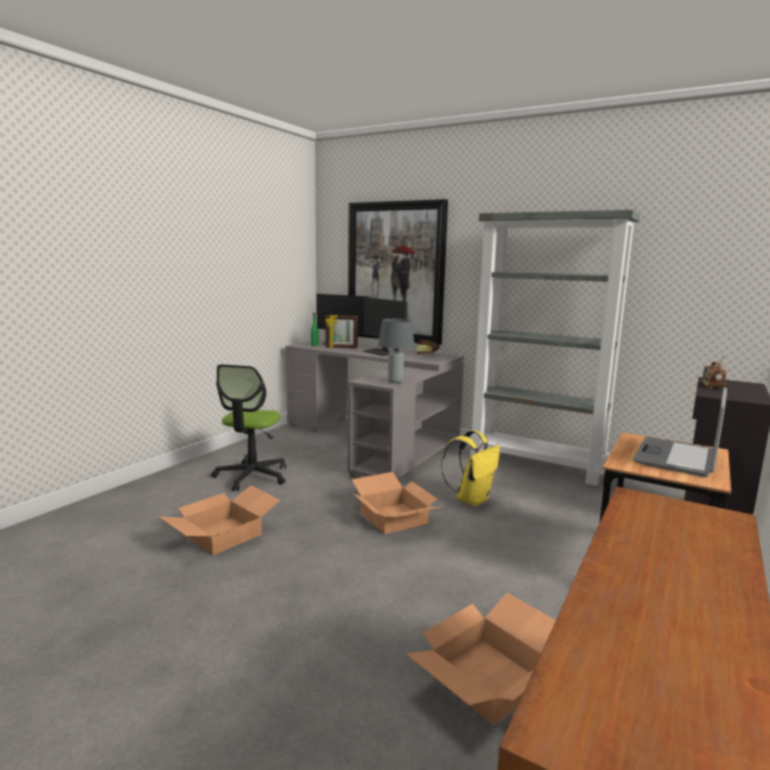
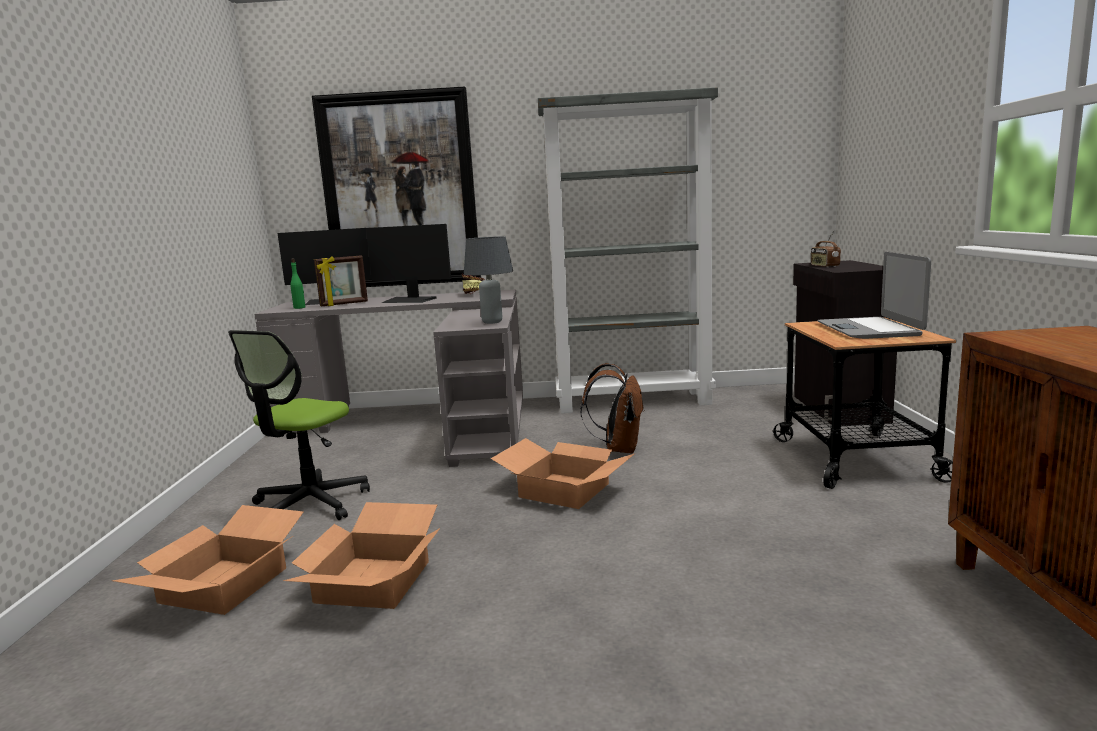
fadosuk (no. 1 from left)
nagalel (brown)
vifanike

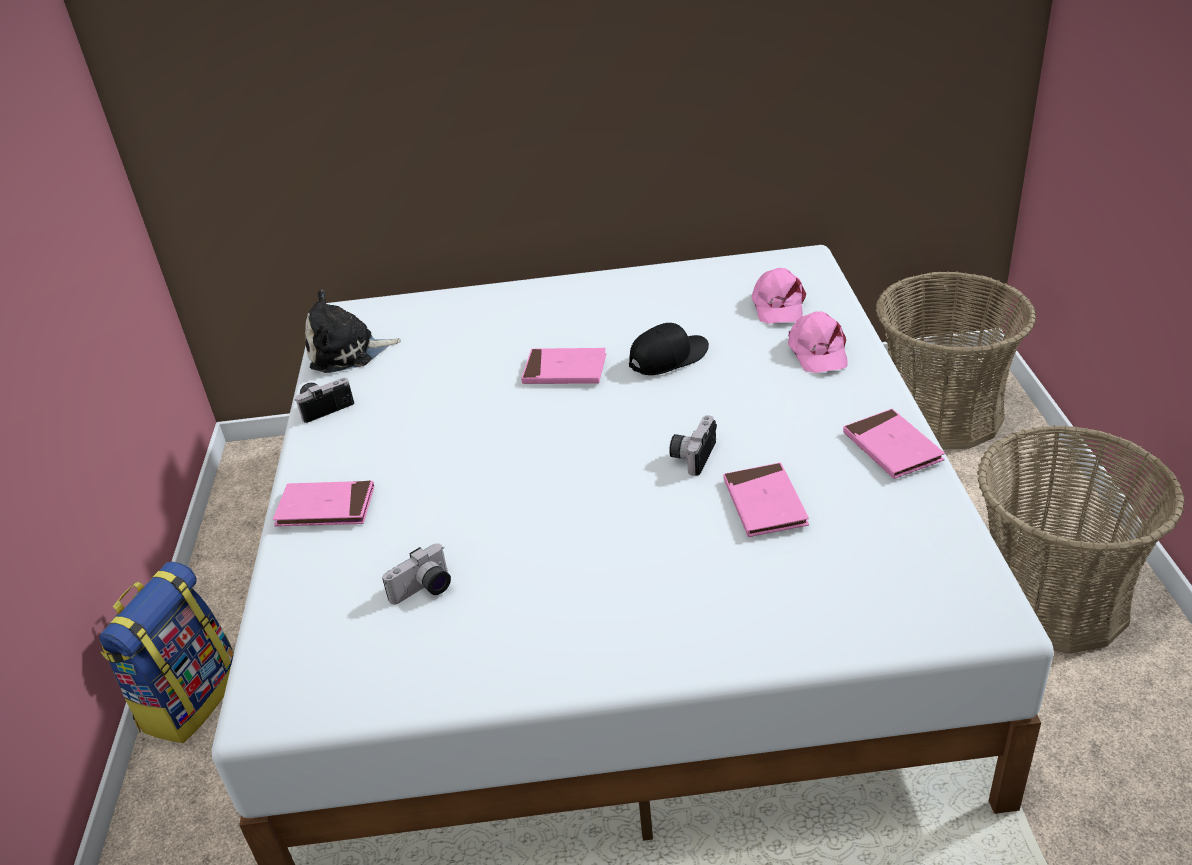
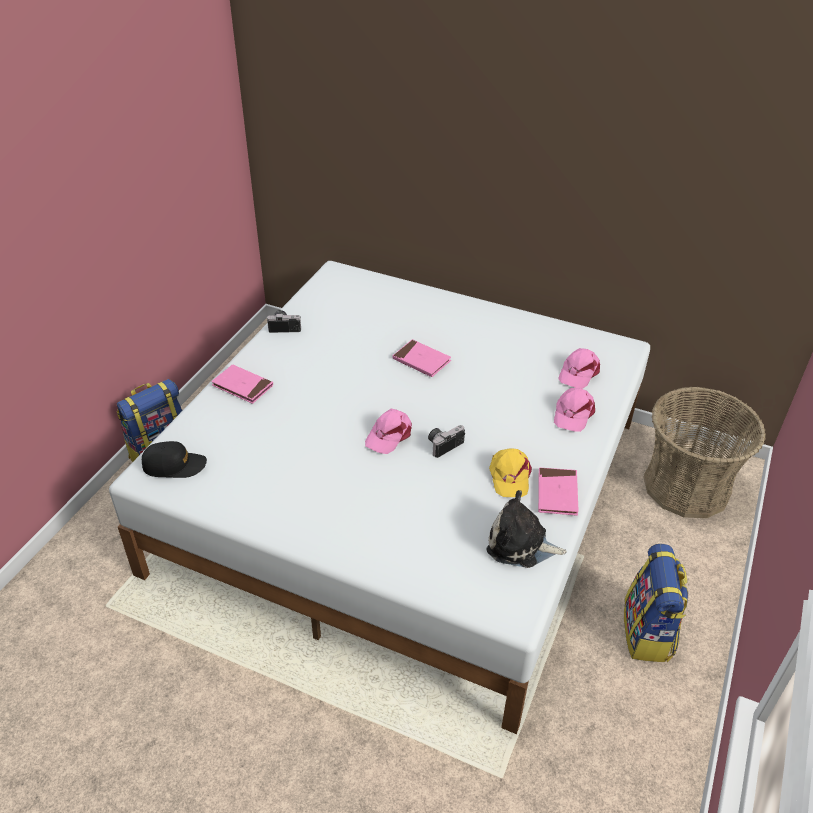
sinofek (no. 2 from left in the first image)
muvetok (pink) (no. 3 from left in the first image)
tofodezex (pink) (no. 1 from left)
tofodezex (yellow)
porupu
tofodezex (black)
nagalel (no. 2 from left)

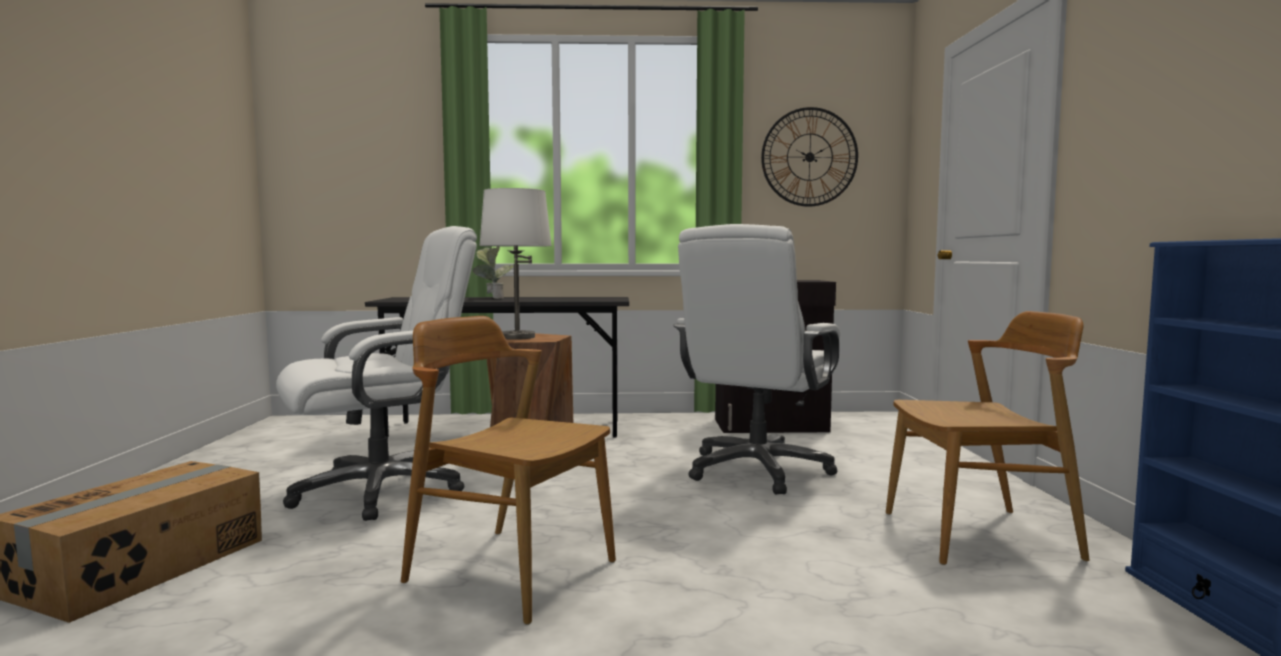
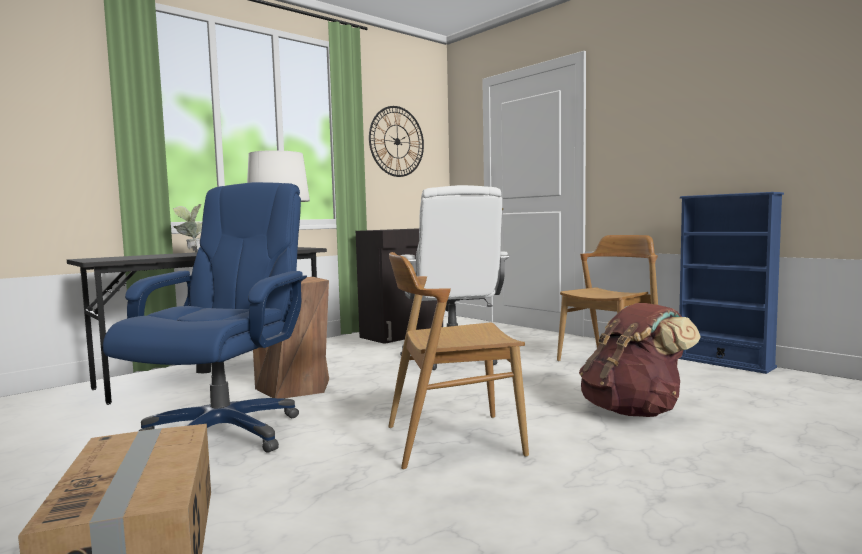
nagalel (brown)
vifanike (blue)

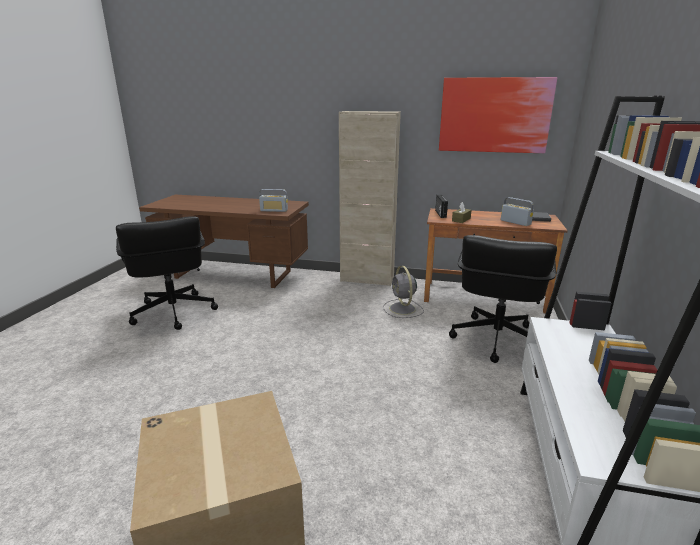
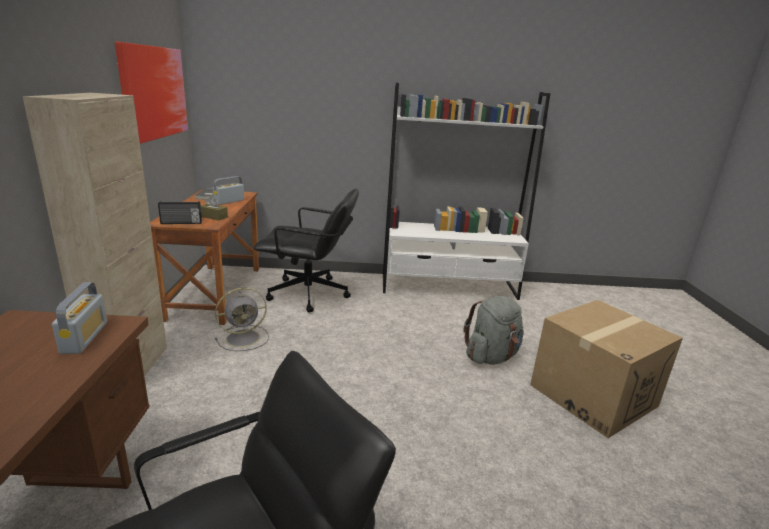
nagalel (grey)

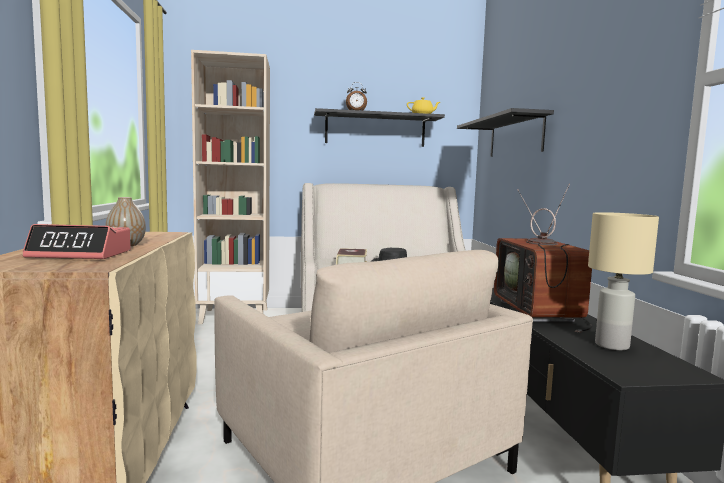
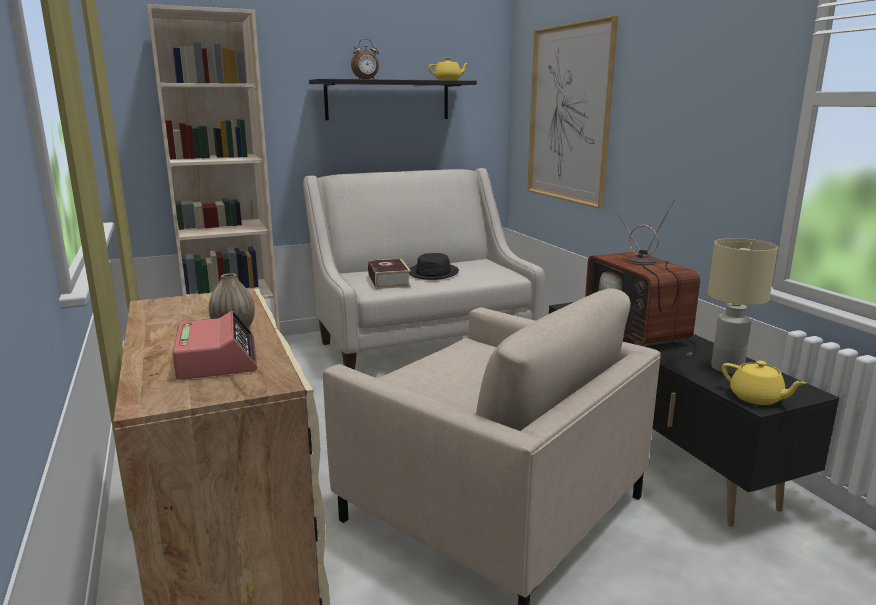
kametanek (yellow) (no. 2 from left)
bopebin
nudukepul (no. 1 from left)

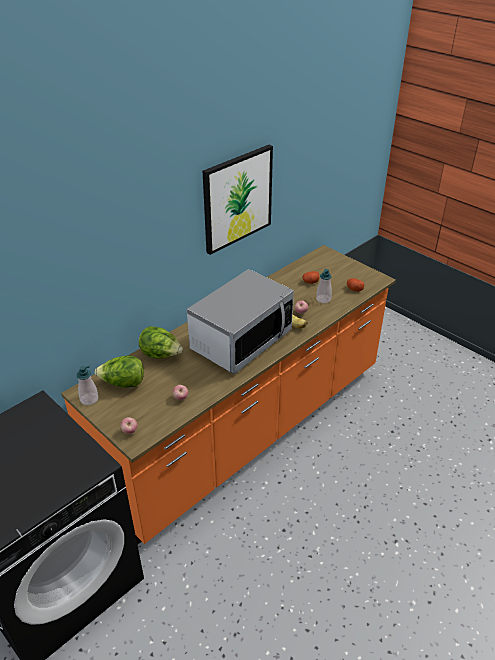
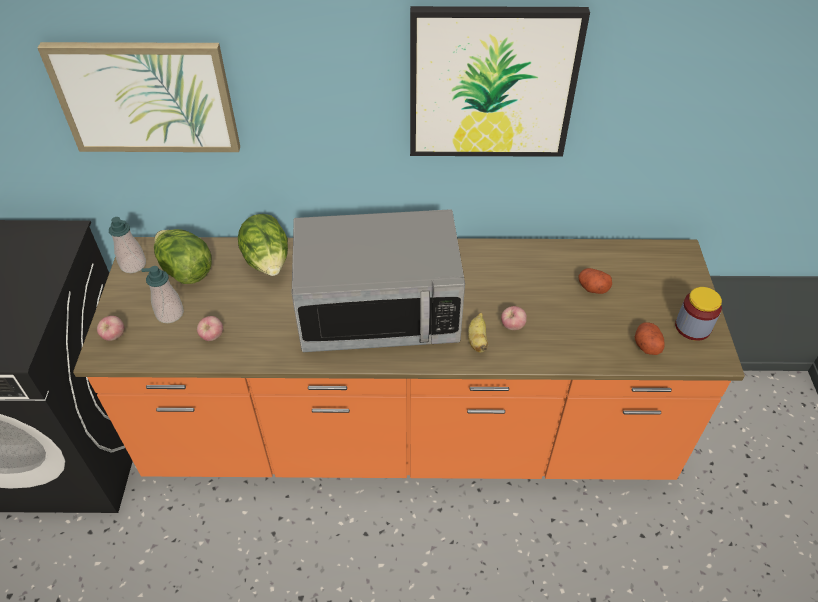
bopebin (no. 1 from left)
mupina
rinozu (no. 2 from left)

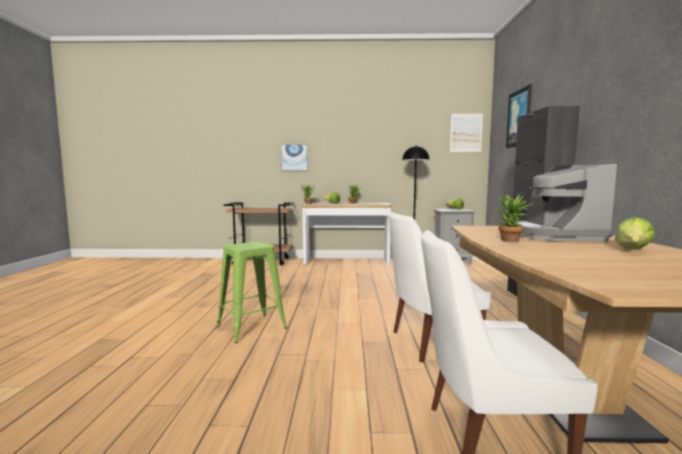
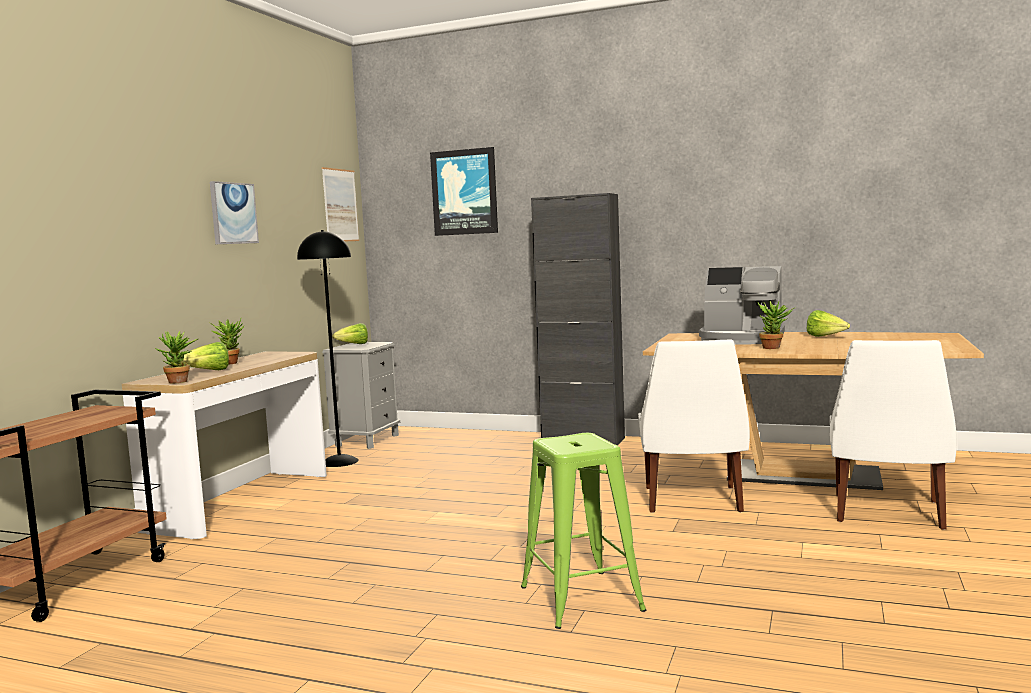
bopebin (no. 1 from left)

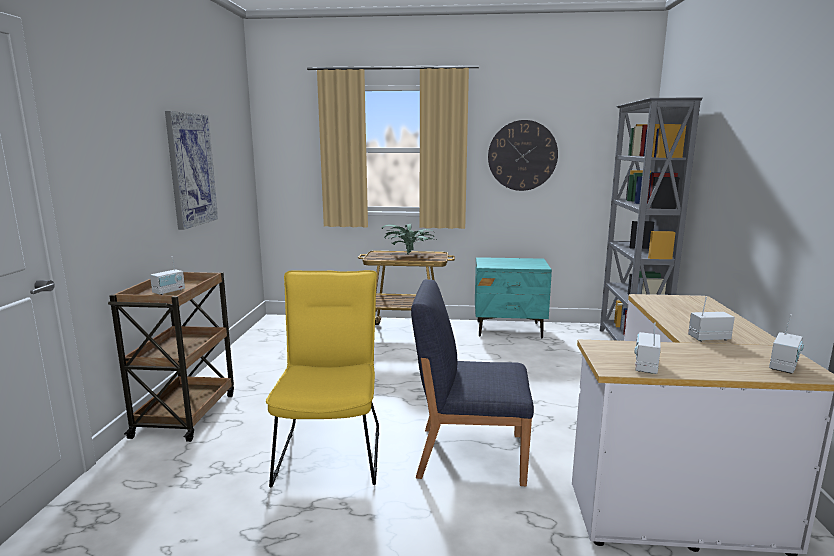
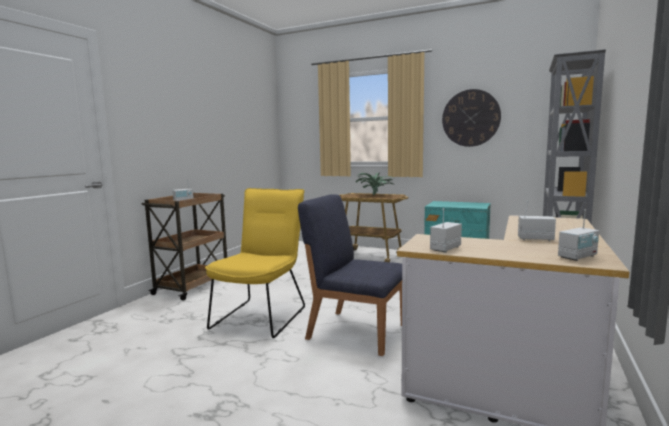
bopebin

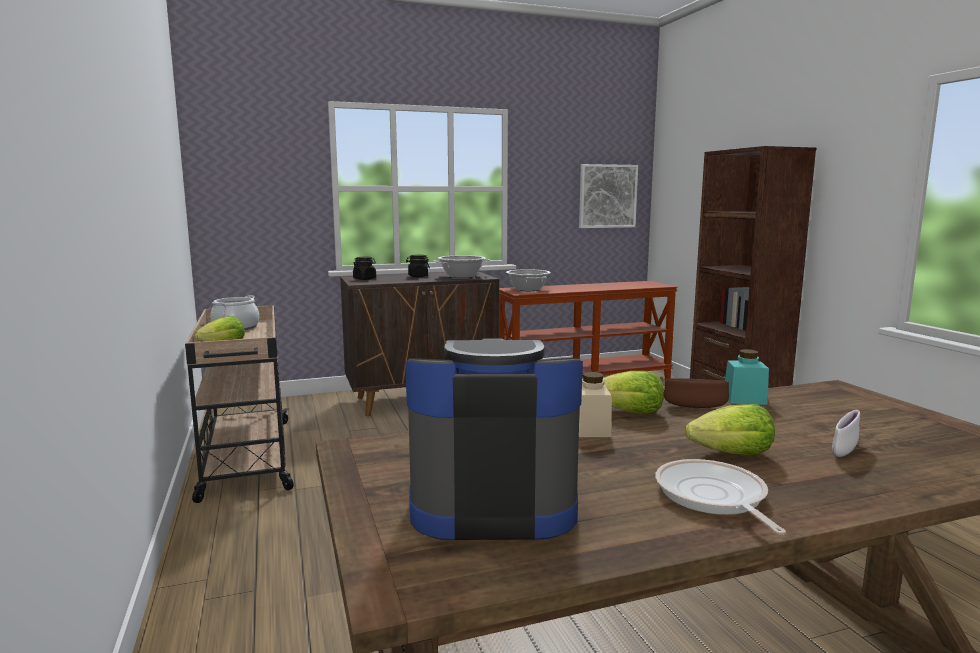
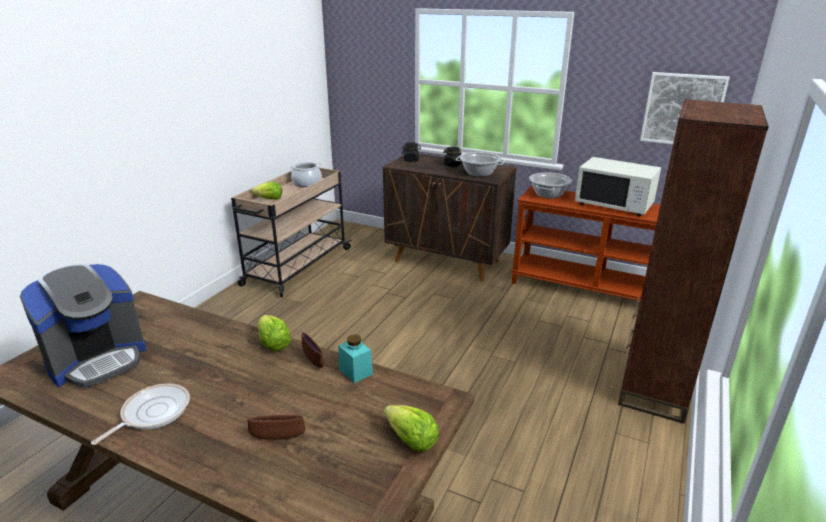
mupina (beige)
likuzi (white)
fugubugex (no. 3 from left)
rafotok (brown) (no. 1 from left)
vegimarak

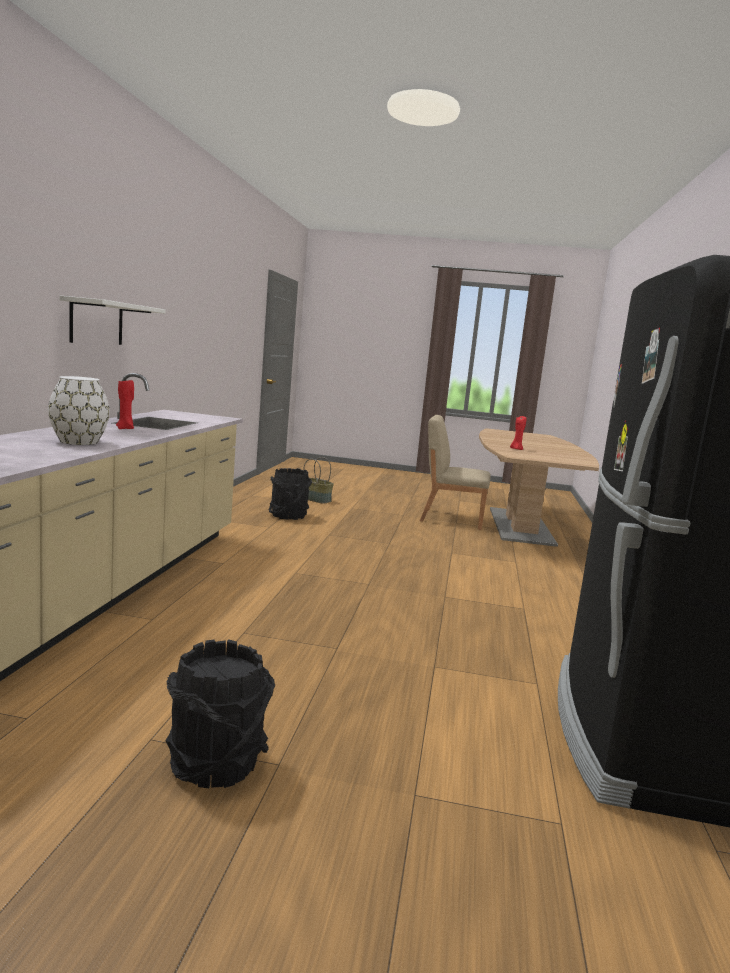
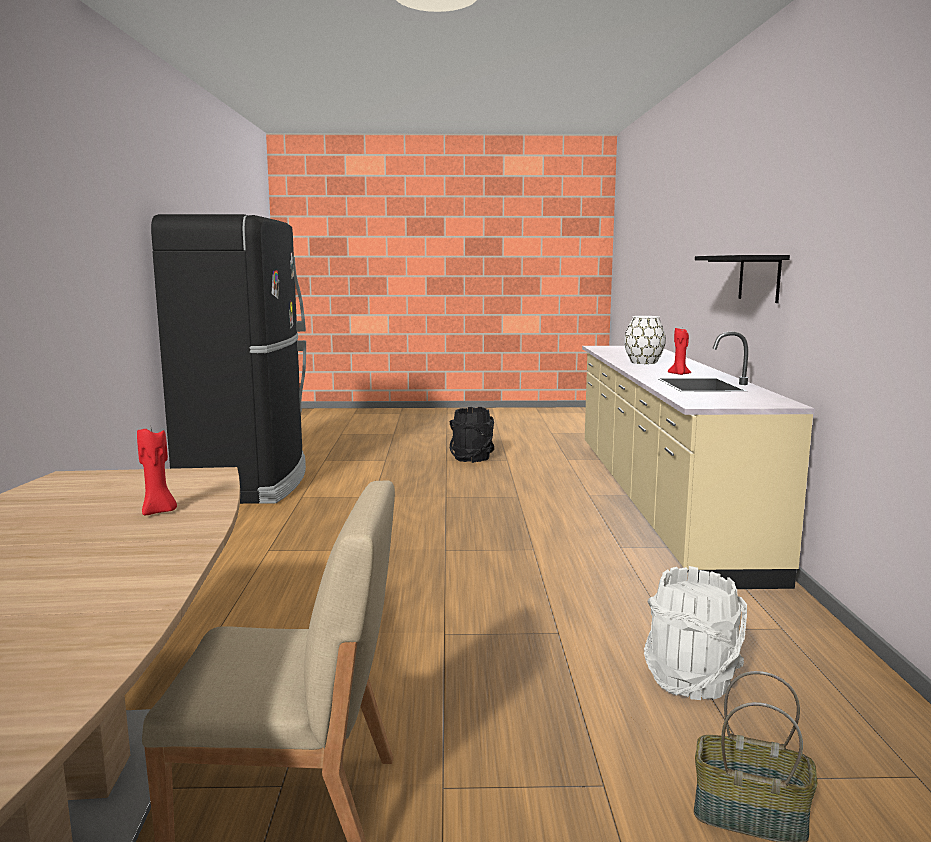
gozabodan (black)
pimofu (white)

